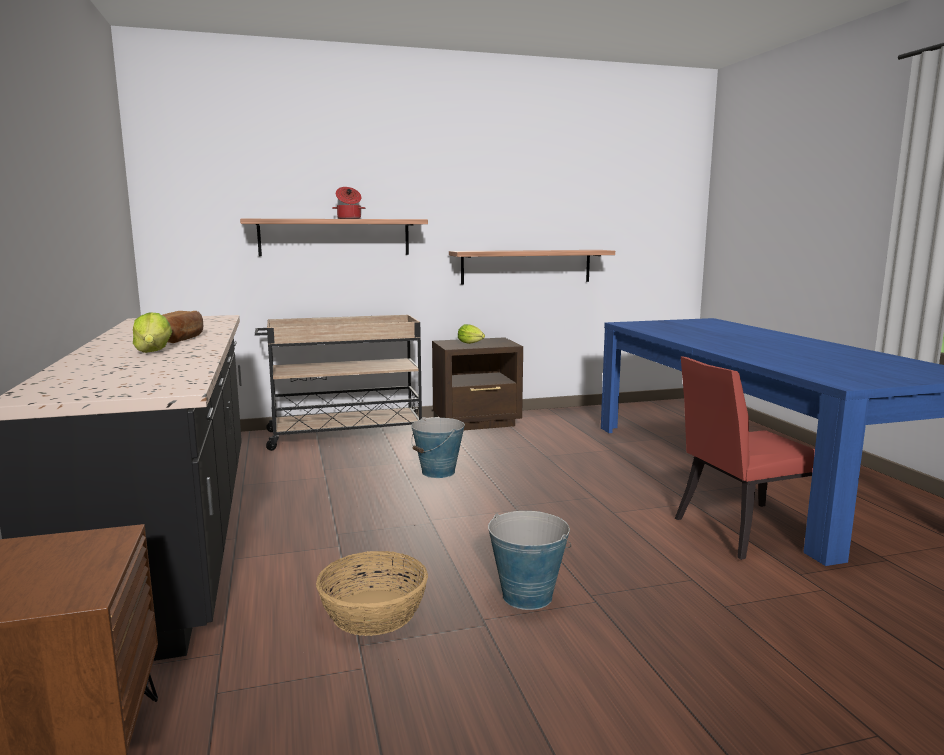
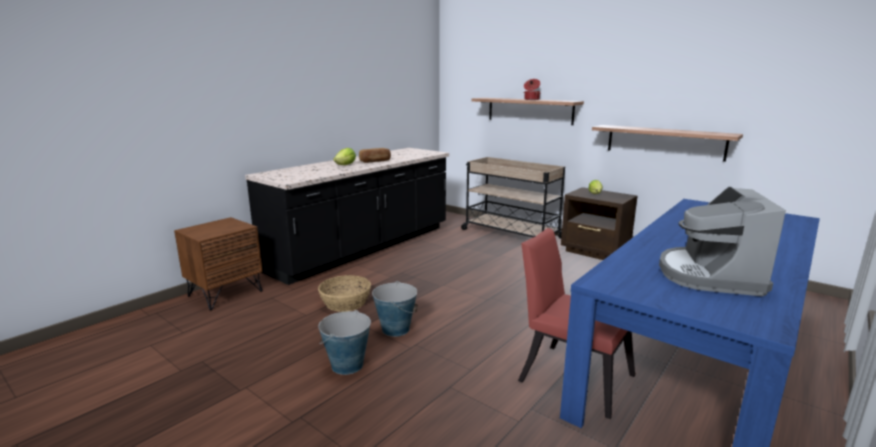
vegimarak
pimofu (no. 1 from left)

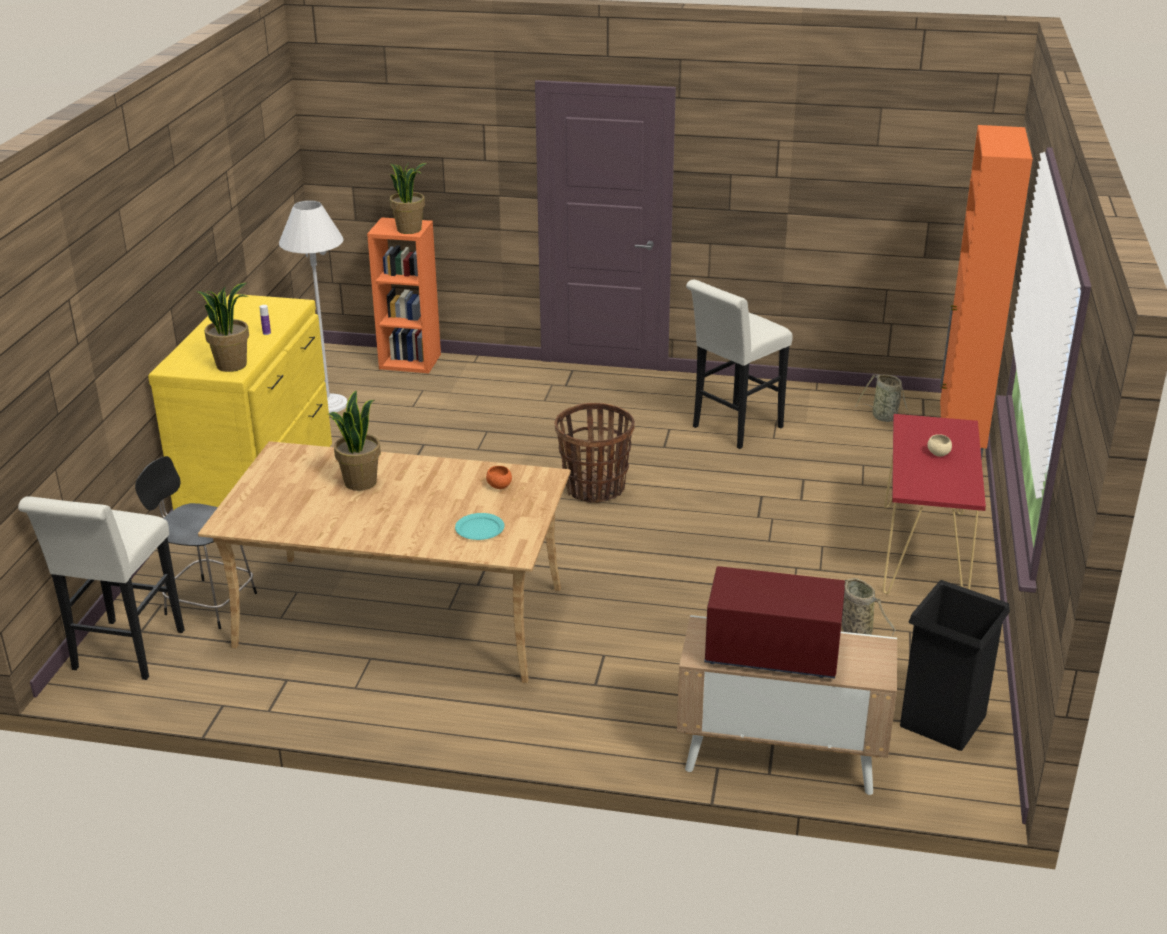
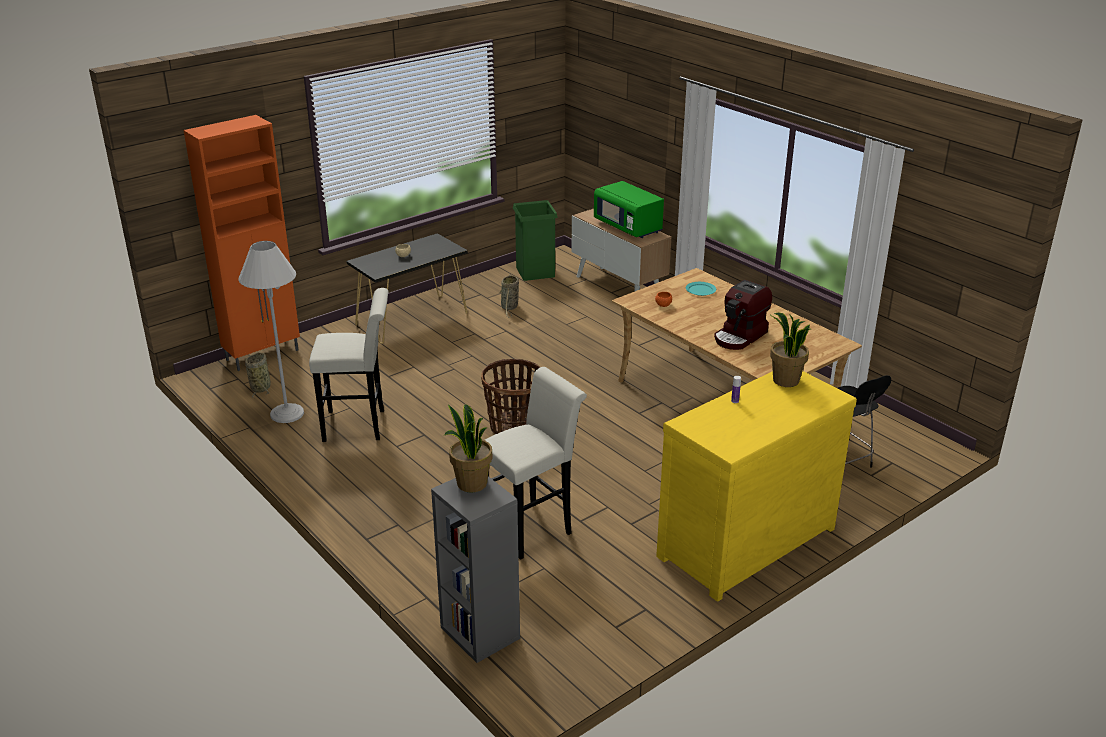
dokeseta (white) (no. 2 from left)
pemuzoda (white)
vegimarak
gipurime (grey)
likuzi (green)
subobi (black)
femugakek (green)

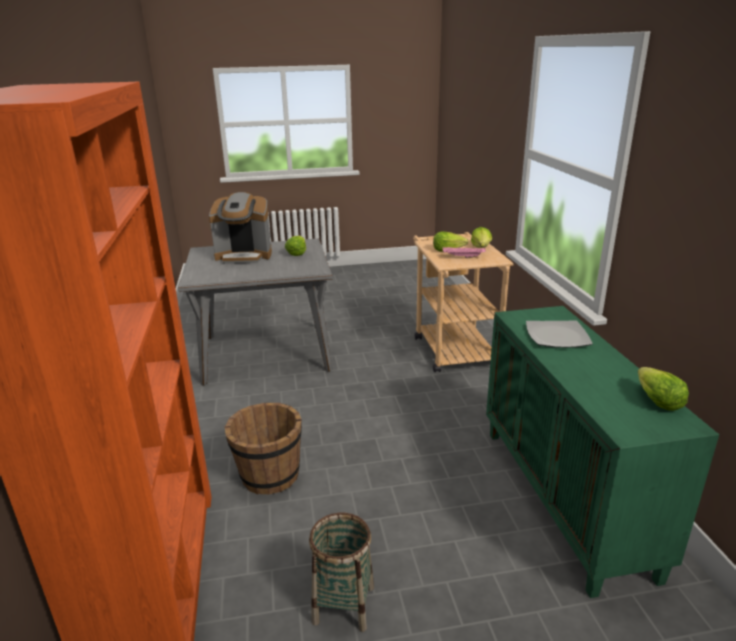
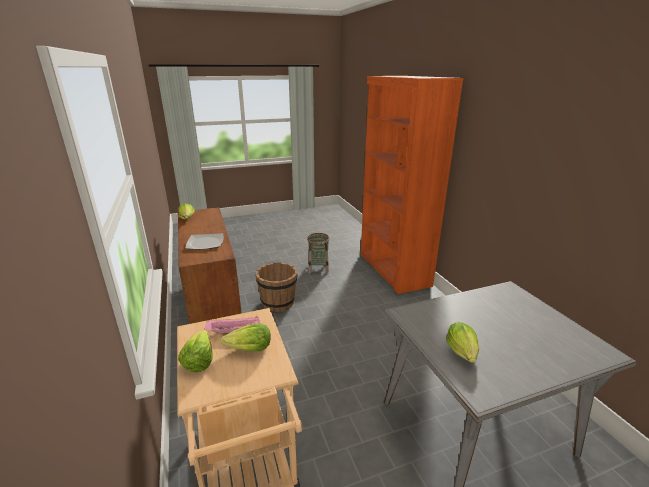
vegimarak
pimofu (brown)
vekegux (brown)

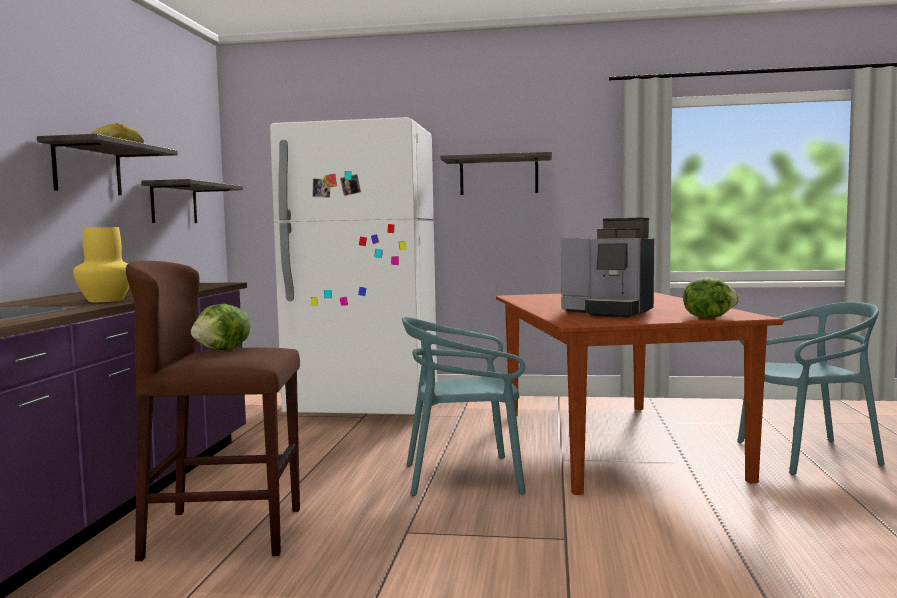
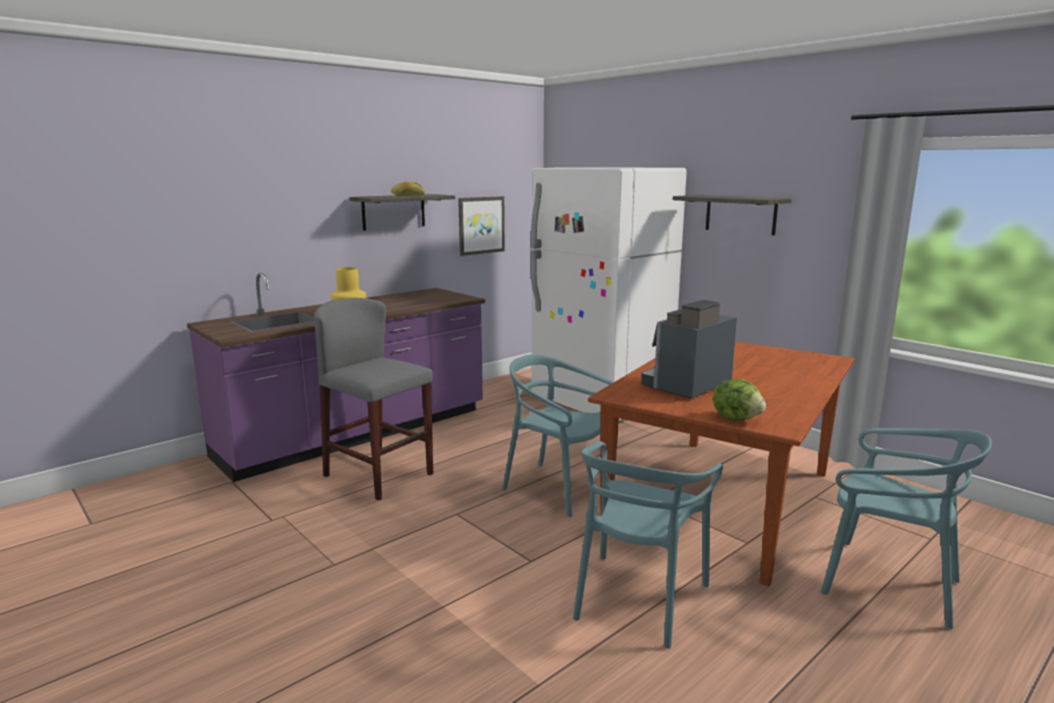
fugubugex (no. 1 from left in the first image)
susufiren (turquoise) (no. 2 from left)
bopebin
dokeseta (grey)
vegimarak

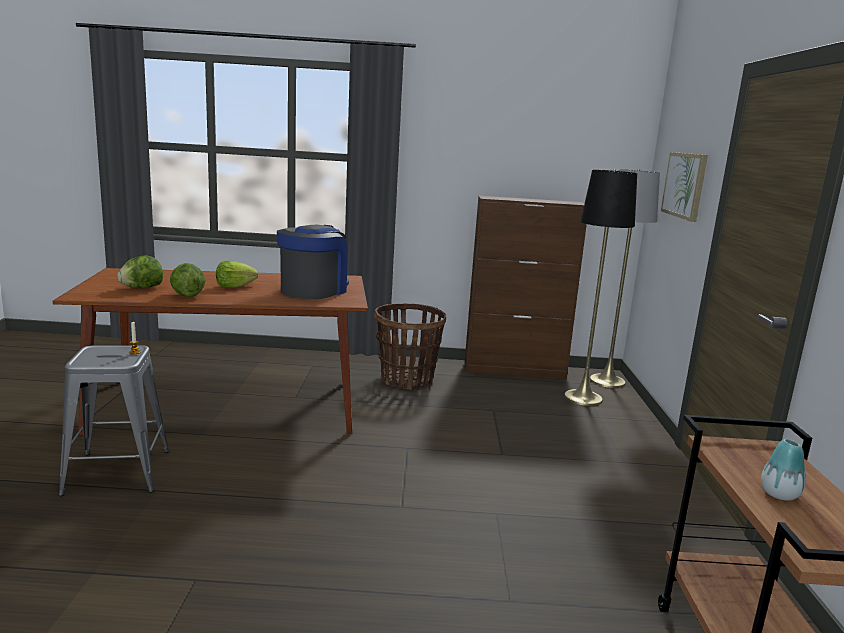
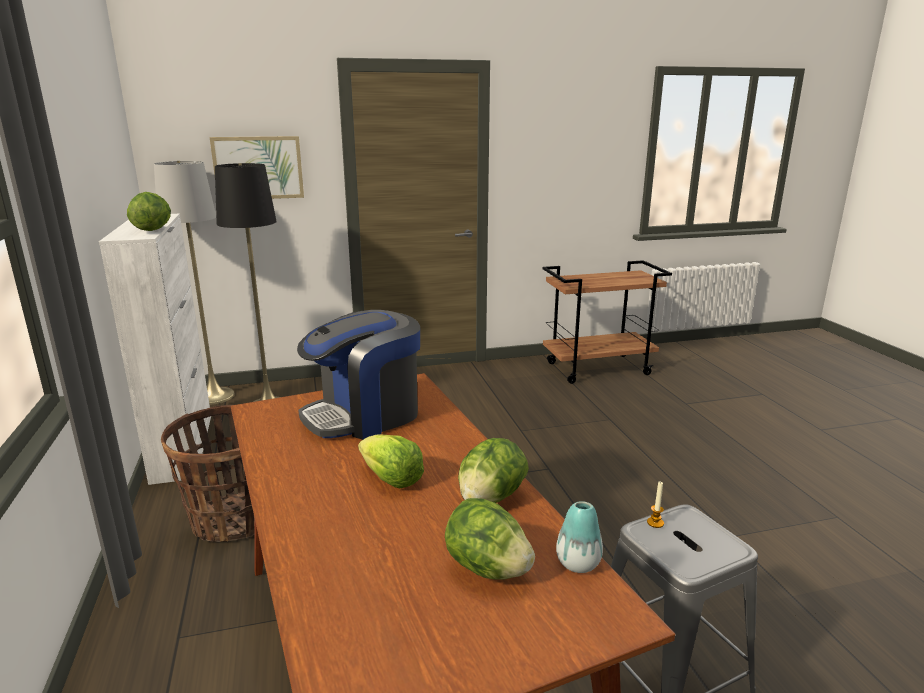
fugubugex (no. 1 from left)
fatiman
vekegux (white)
vegimarak

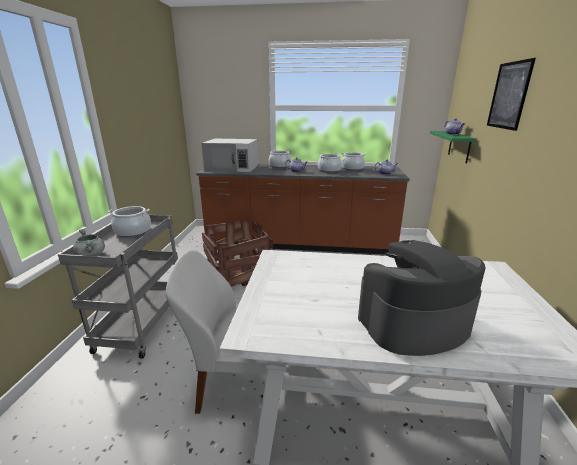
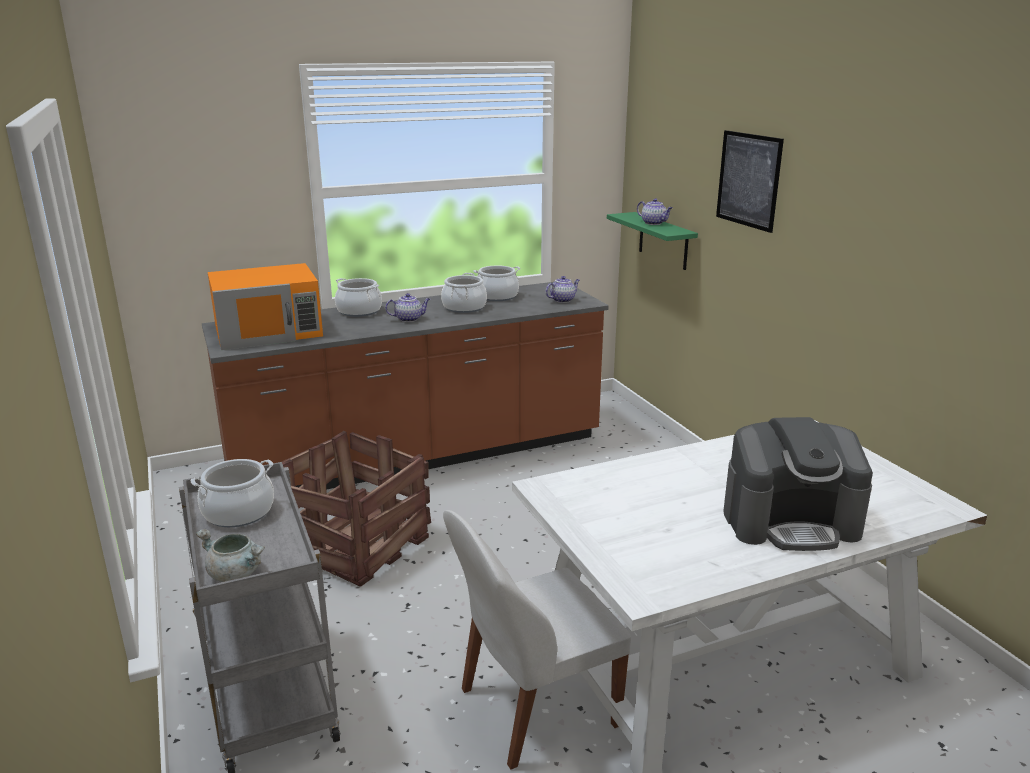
likuzi (orange)
vegimarak

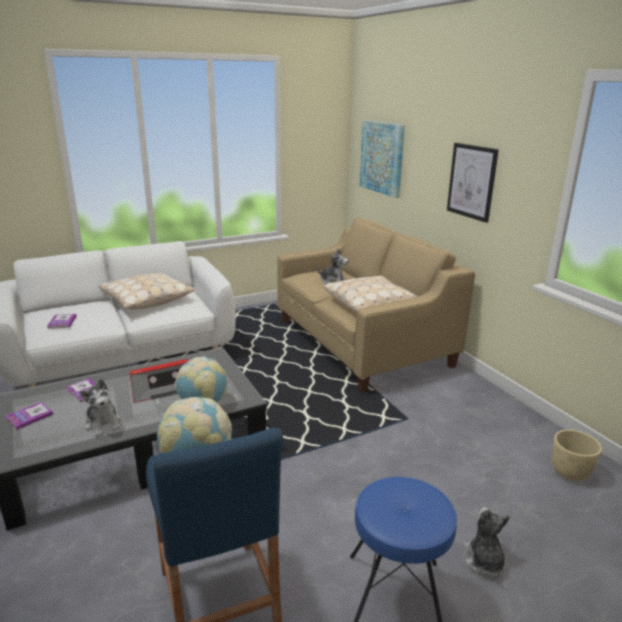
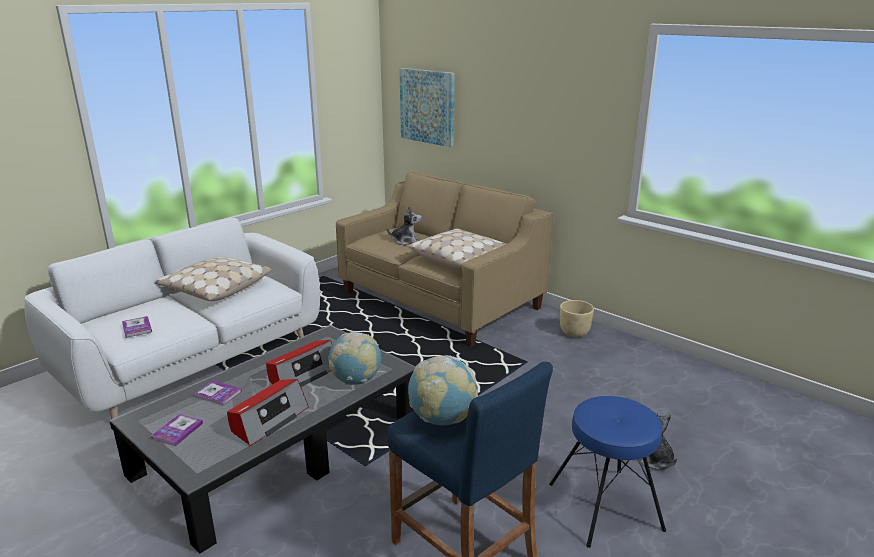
bopebin (no. 2 from left in the first image)
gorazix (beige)
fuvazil (no. 1 from left)

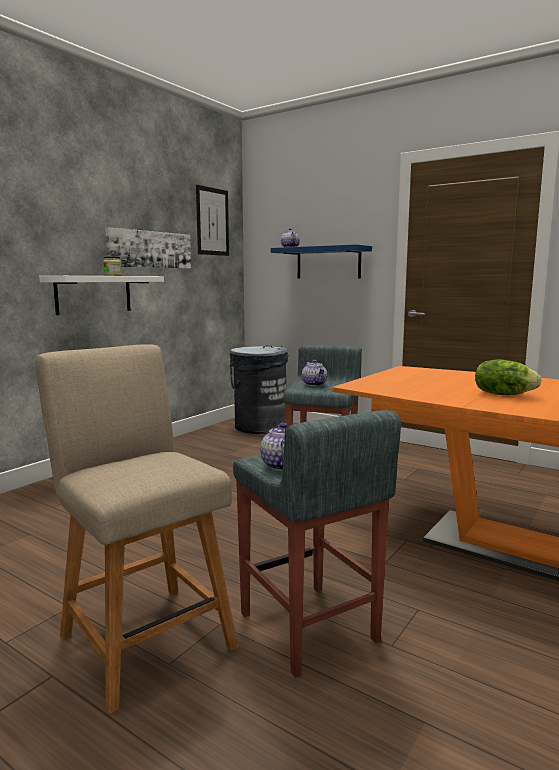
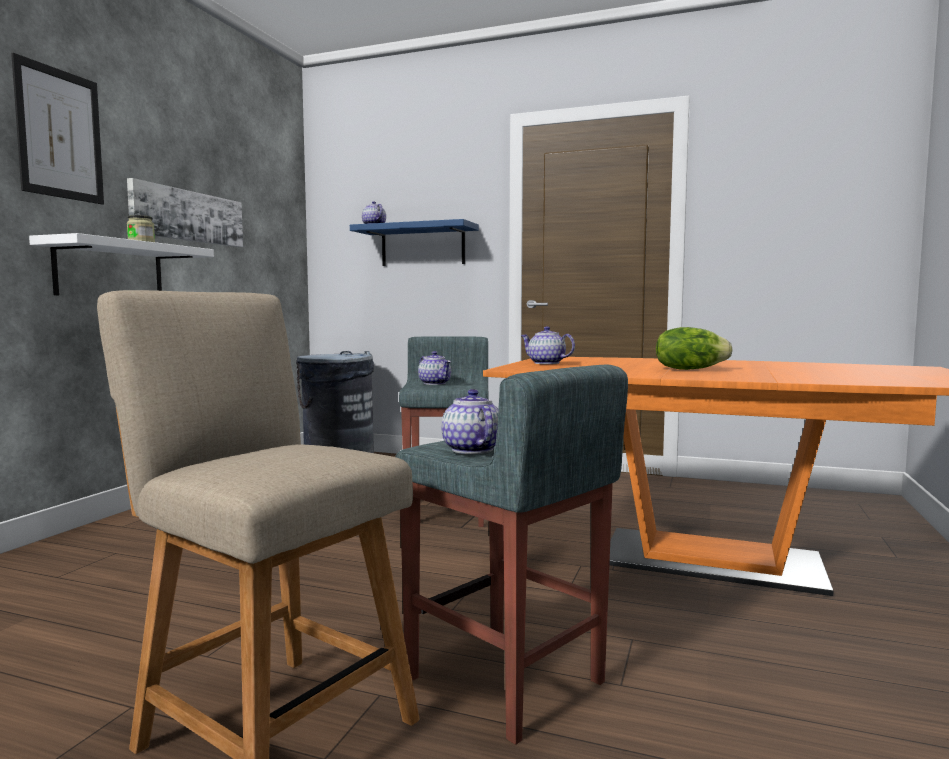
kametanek (no. 4 from left)
bopebin (no. 1 from left)

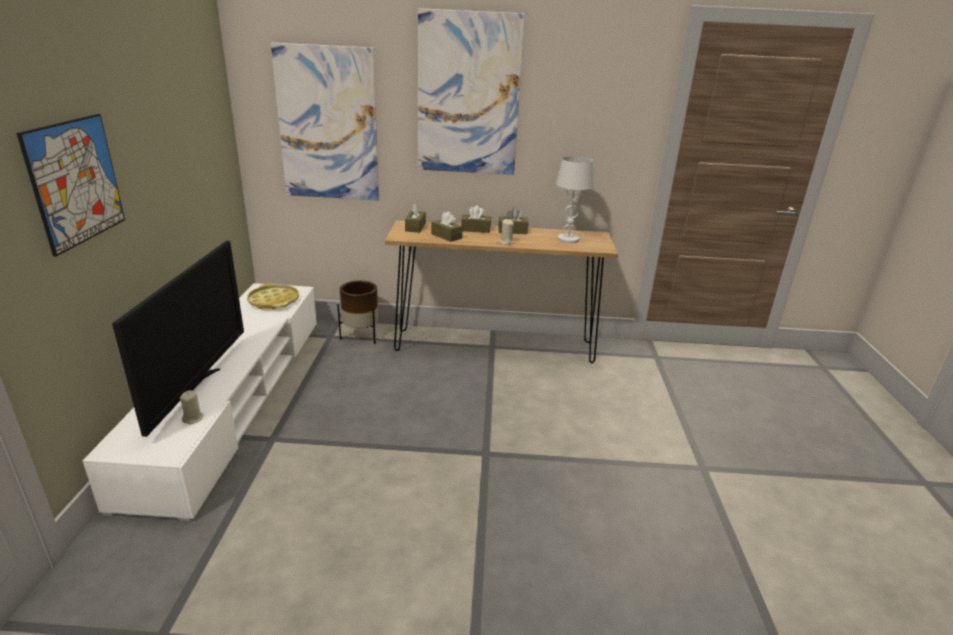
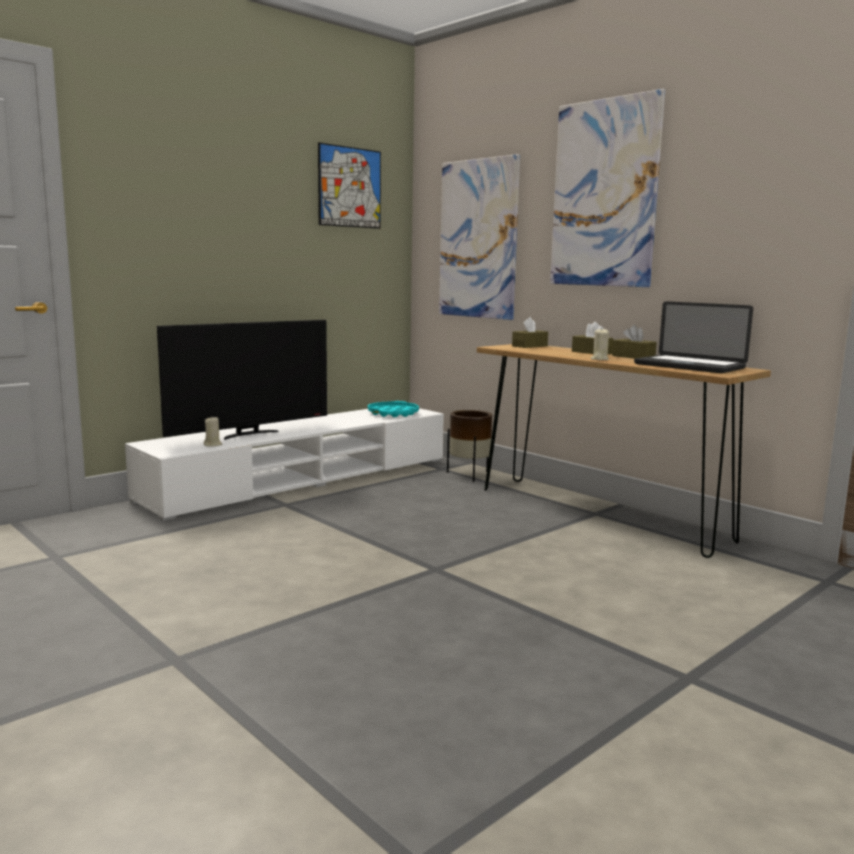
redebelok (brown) (no. 2 from left in the first image)
bopebin (no. 1 from left)
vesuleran
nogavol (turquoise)

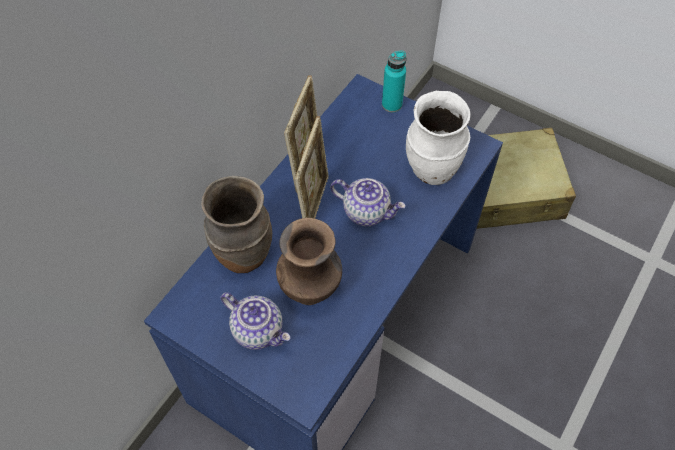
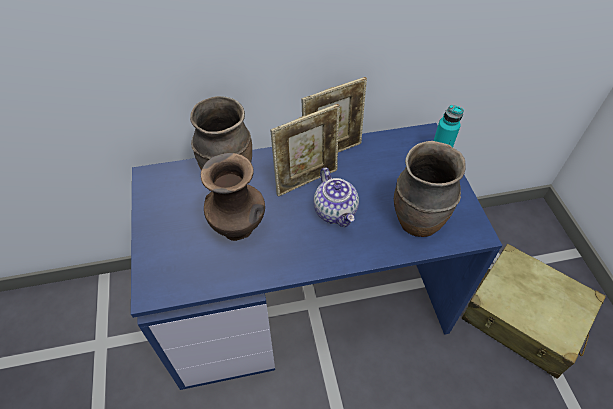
kametanek (no. 1 from left in the first image)
fatiman (brown) (no. 3 from left)

